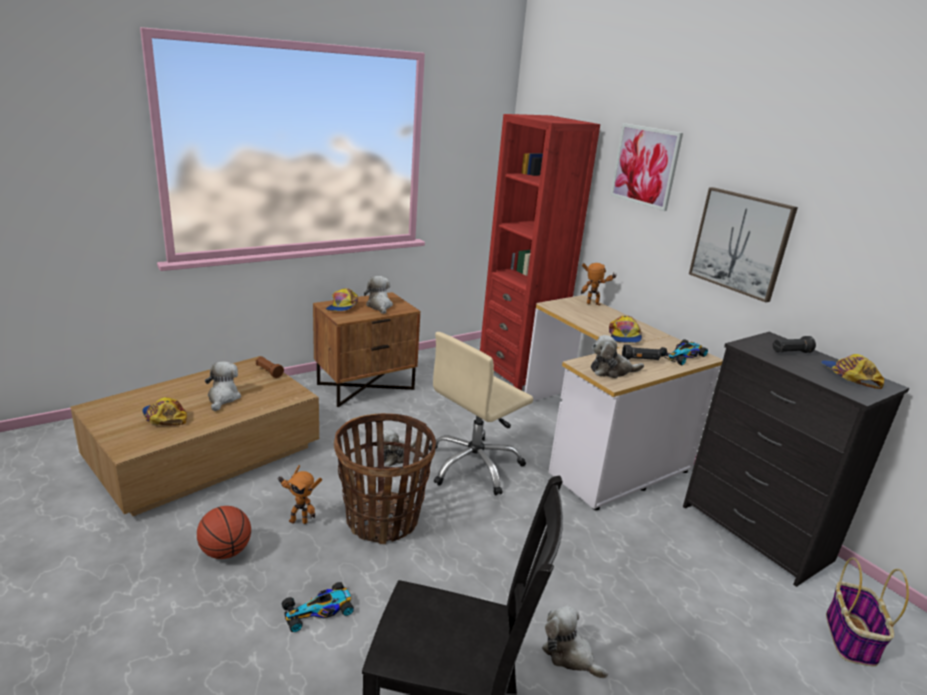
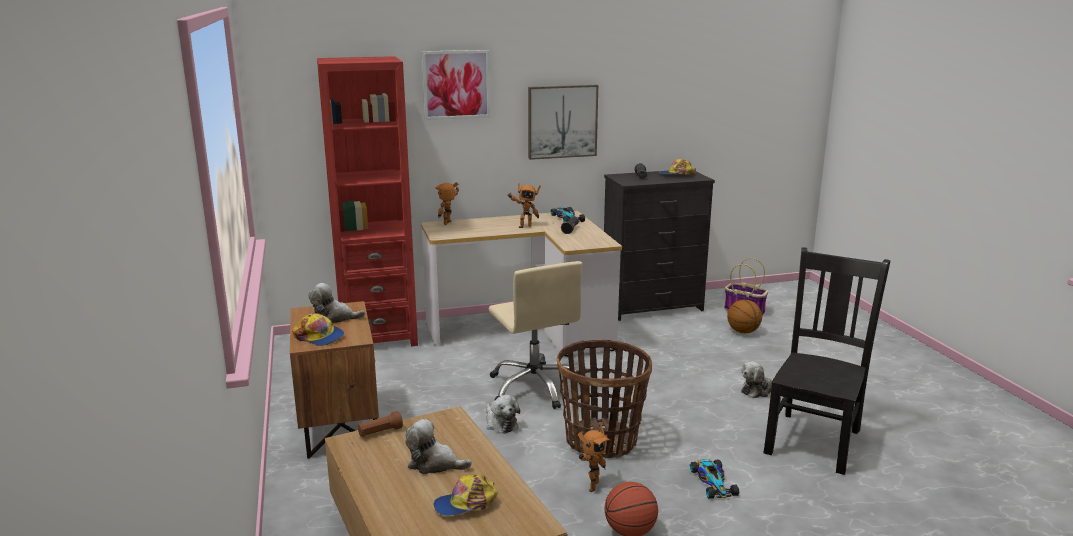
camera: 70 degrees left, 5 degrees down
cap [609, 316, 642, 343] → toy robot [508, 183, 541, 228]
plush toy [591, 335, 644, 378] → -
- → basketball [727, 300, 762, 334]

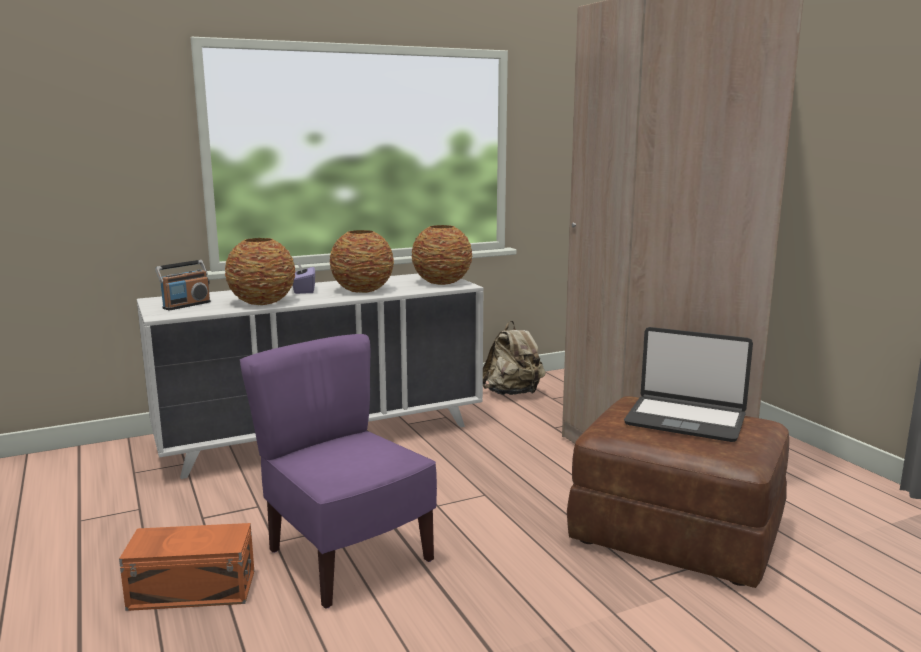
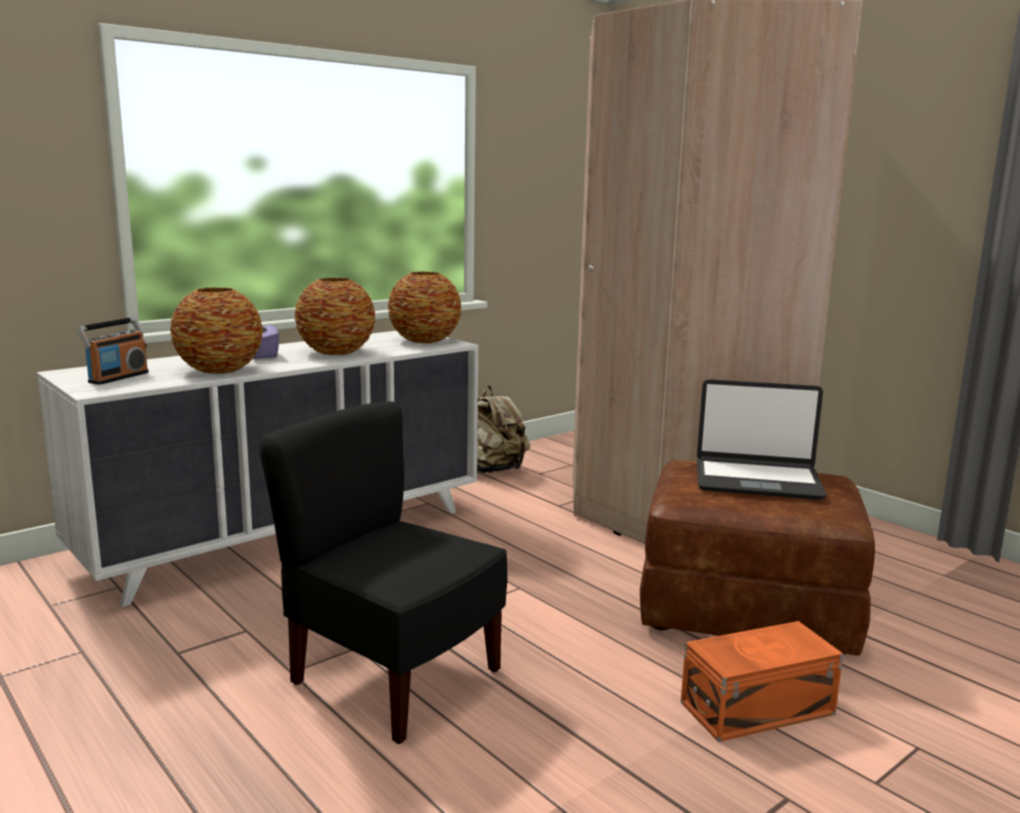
camera: 15 degrees left, 0 degrees up
chair/purple [240, 334, 437, 609] → chair/black [258, 401, 507, 744]
storage box/orange [119, 523, 254, 611] → storage box/orange [681, 621, 843, 742], shifted

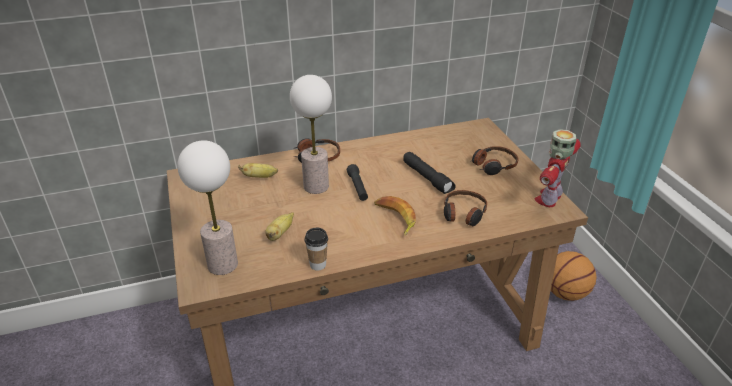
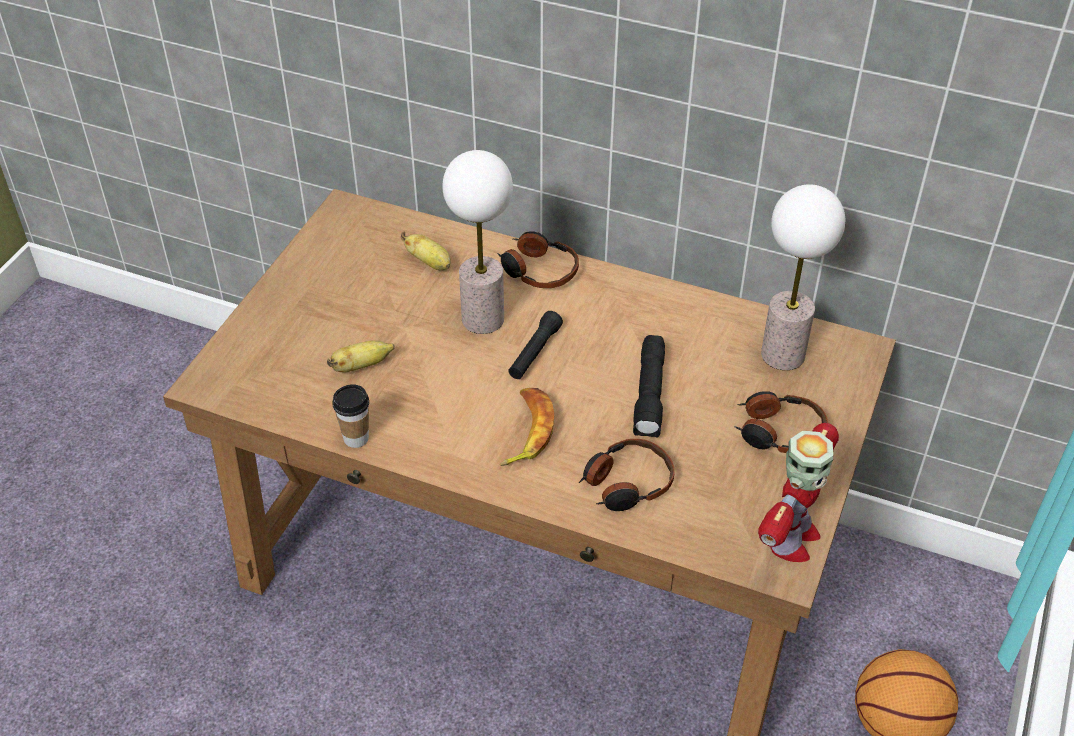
camera: 40 degrees right, 10 degrees up
toy robot [534, 129, 581, 207] → toy robot [758, 423, 839, 562], 135 degrees clockwise
table lamp [177, 140, 238, 275] → table lamp [761, 184, 845, 370], shifted

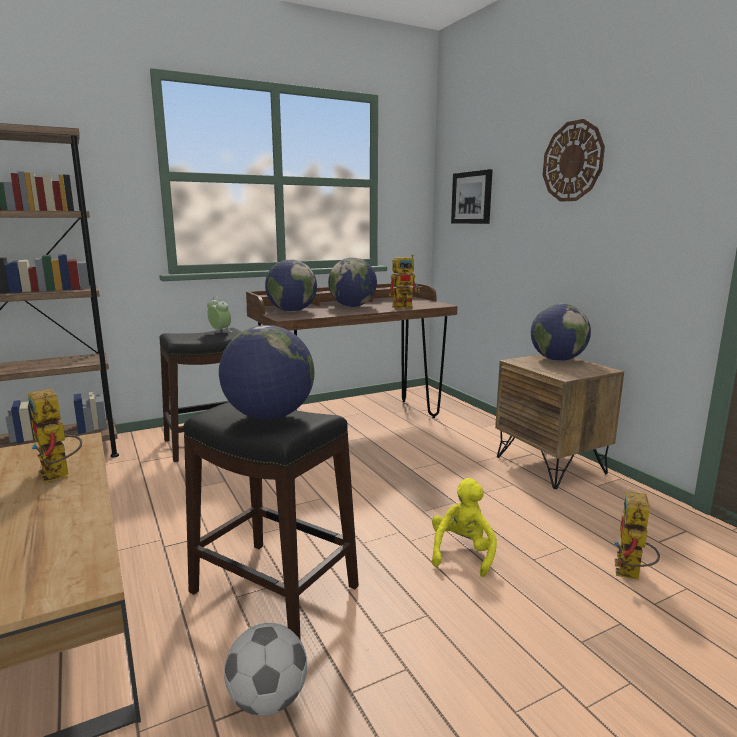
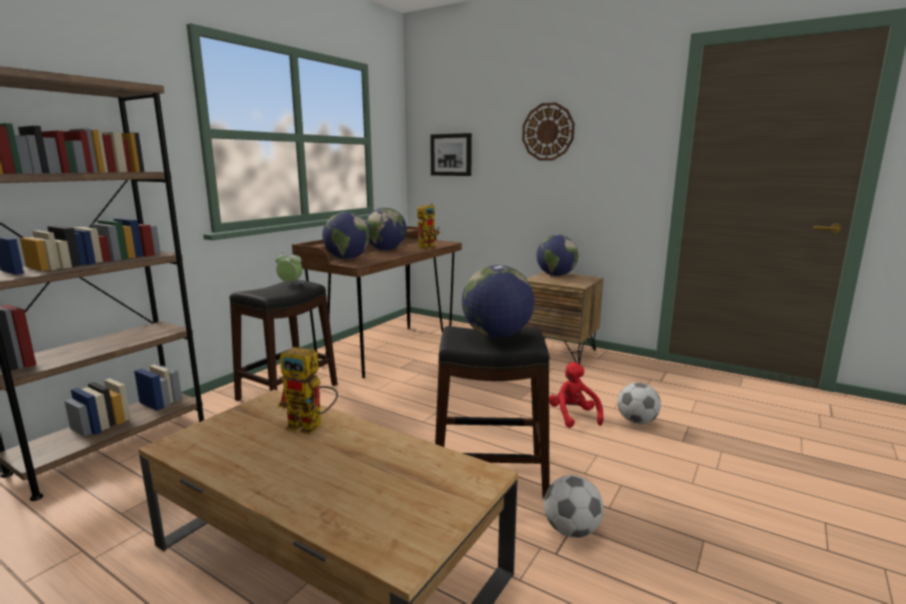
camera: 30 degrees left, 0 degrees up
plush toy/yellow [432, 478, 497, 577] → plush toy/red [549, 362, 603, 428]
toy robot [614, 491, 660, 580] → -
- → football [618, 383, 661, 424]

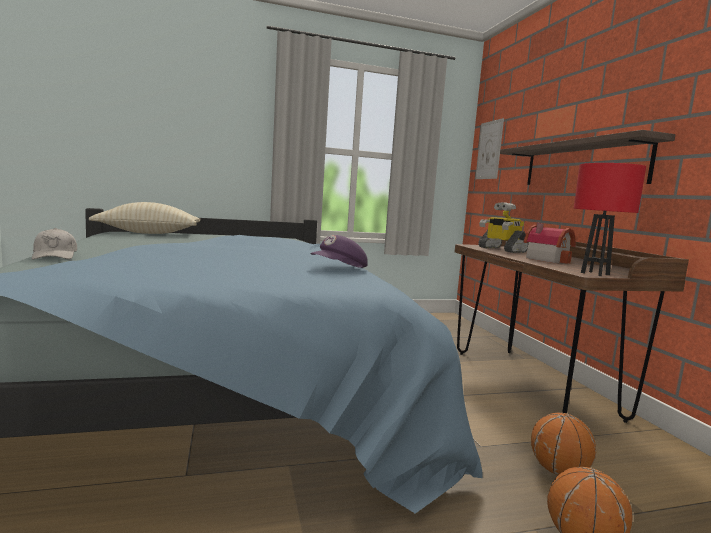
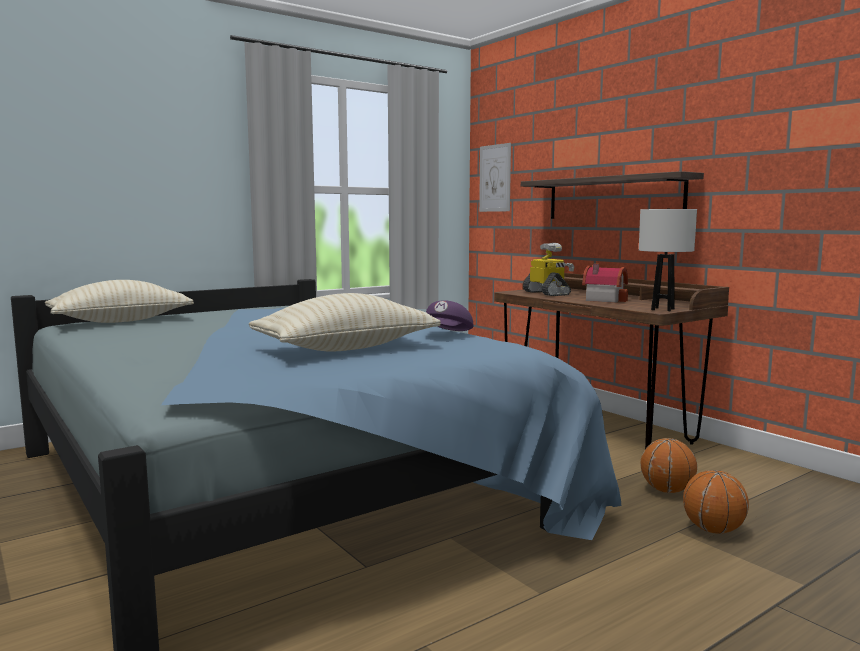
camera: 20 degrees left, 0 degrees up
table lamp/red [574, 163, 646, 276] → table lamp/white [639, 209, 697, 311]
toy robot [478, 202, 529, 253] → toy robot [523, 243, 575, 296], 150 degrees counterclockwise
cap/white [32, 228, 77, 260] → -
- → pillow/beige [249, 293, 441, 352]

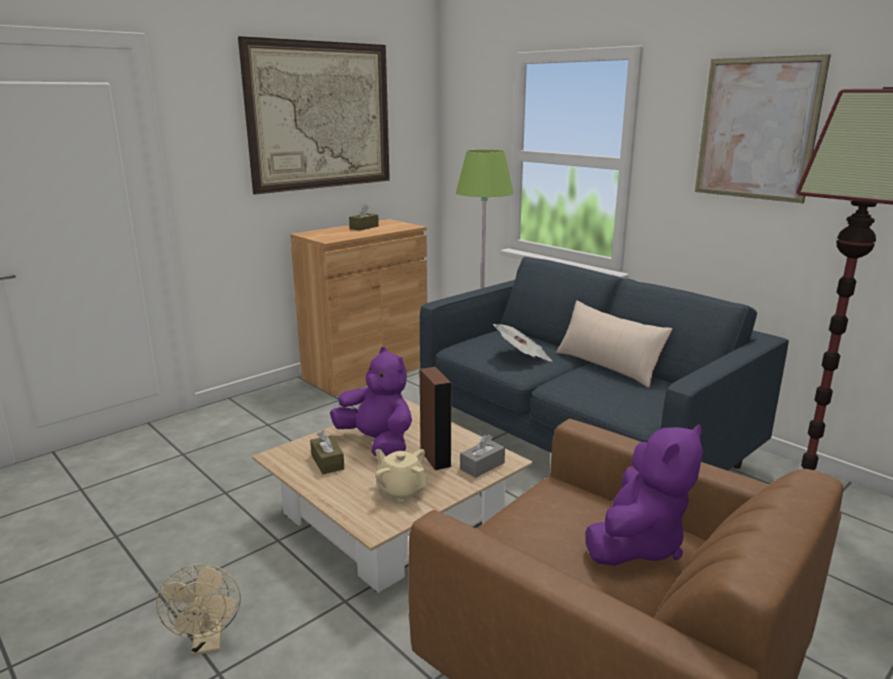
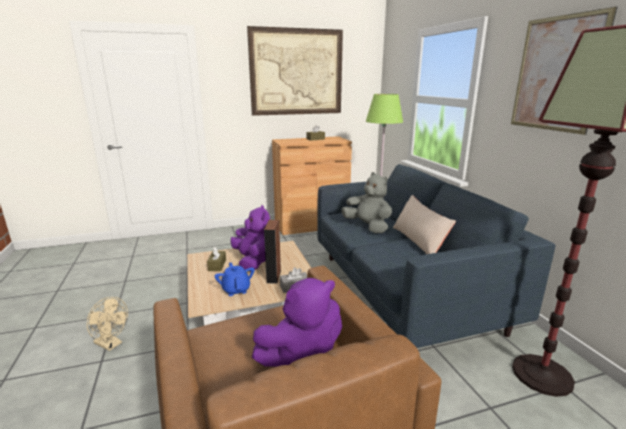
camera: 25 degrees right, 0 degrees up
newspaper [493, 324, 552, 361] → plush toy/grey [341, 172, 392, 233]
teapot/beige [375, 449, 427, 502] → teapot/blue [215, 262, 255, 296]
fan/beige [156, 564, 241, 656] → fan/beige [87, 297, 128, 351], 75 degrees counterclockwise

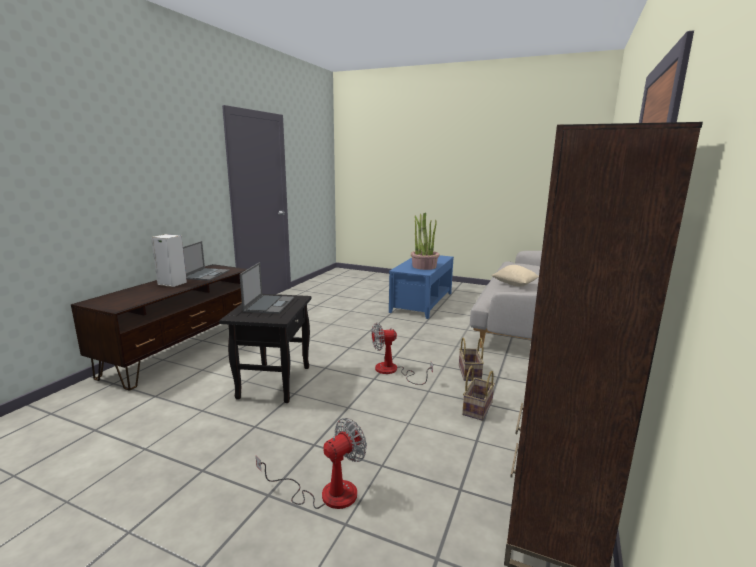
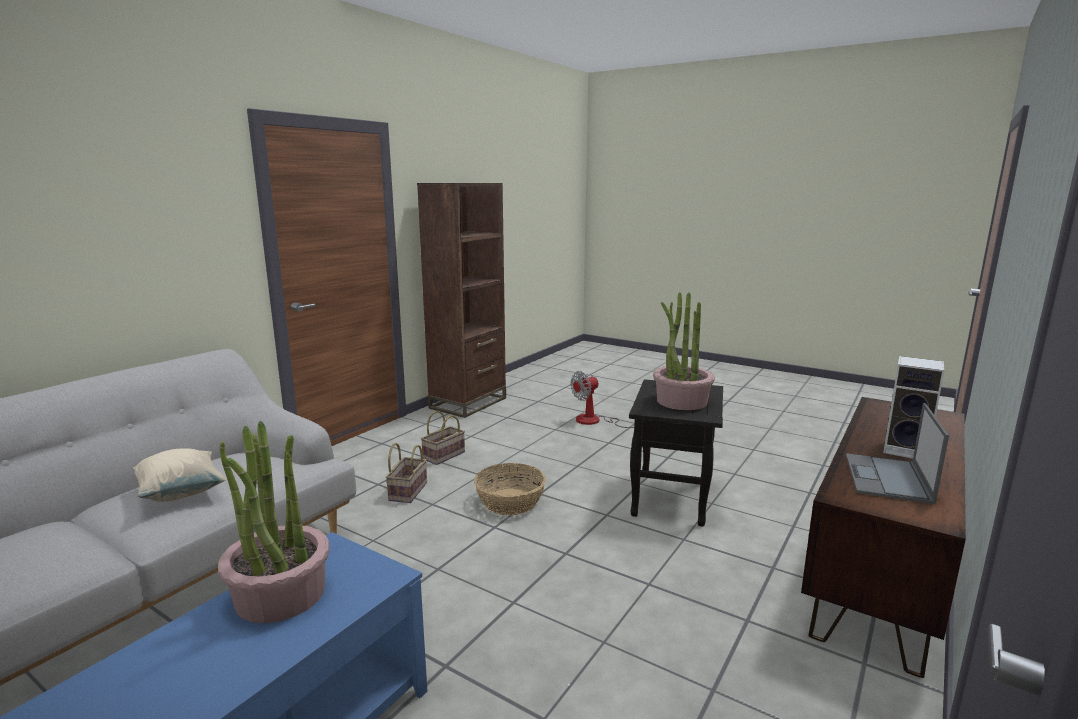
camera: 170 degrees left, 0 degrees up
laptop [240, 262, 294, 314] → potted plant [653, 292, 715, 410]
fan [372, 323, 433, 385] → basket [474, 463, 546, 515]

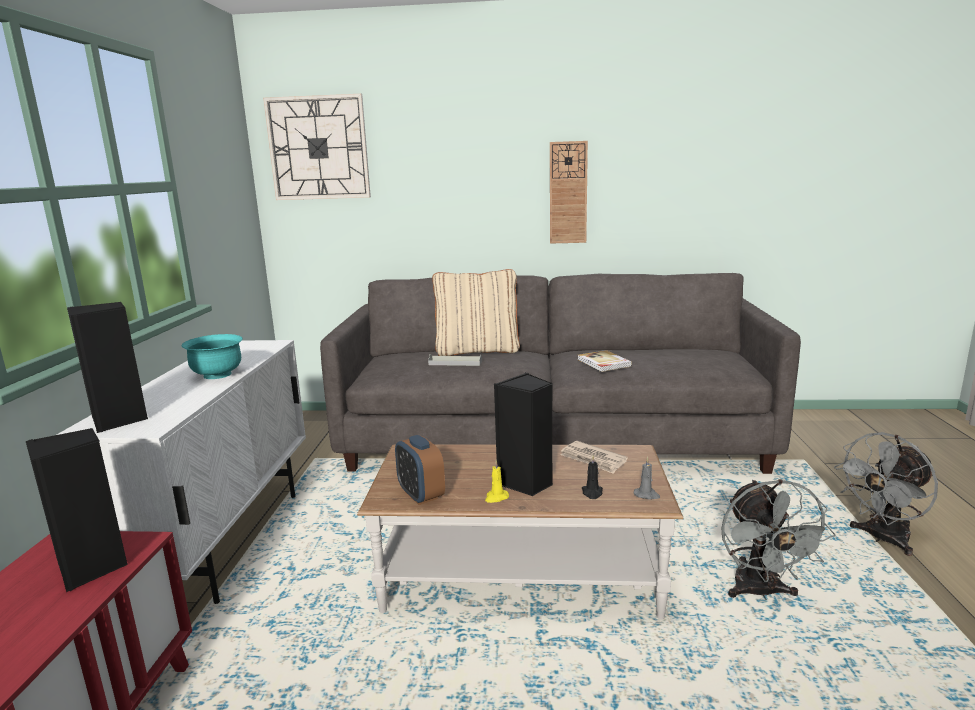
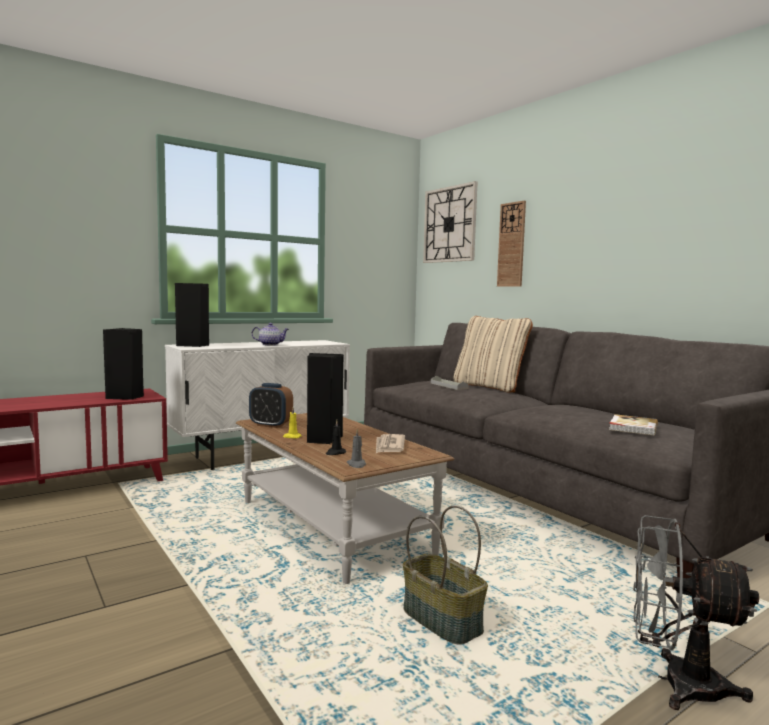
camera: 50 degrees right, 10 degrees down
wall clock [550, 141, 588, 244] → wall clock [497, 201, 526, 287], shifted
bowl/turquoise [182, 334, 243, 379] → teapot [252, 323, 289, 345]
book [578, 350, 632, 372] → book [609, 414, 658, 435], shifted
alarm clock [395, 435, 445, 505] → alarm clock [249, 383, 293, 428], 90 degrees counterclockwise
fan/grey [721, 479, 836, 600] → basket [403, 505, 488, 645]

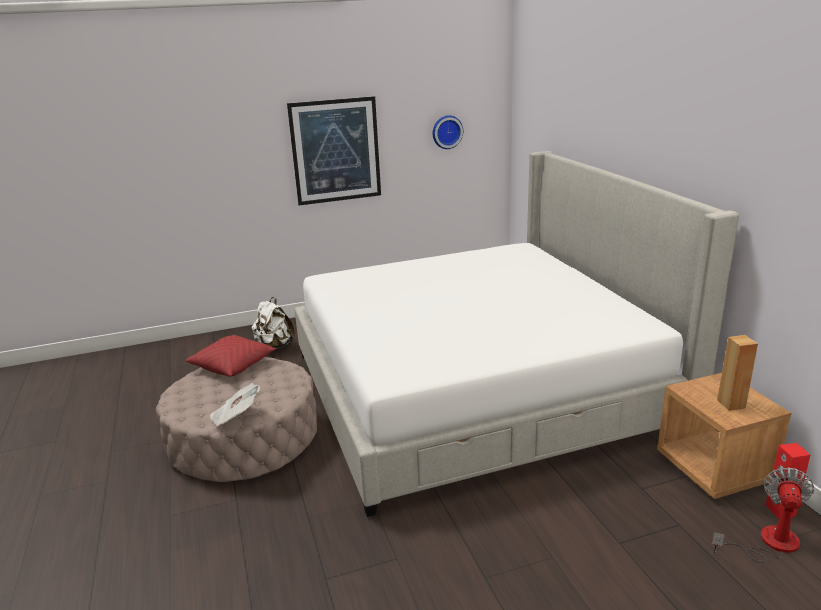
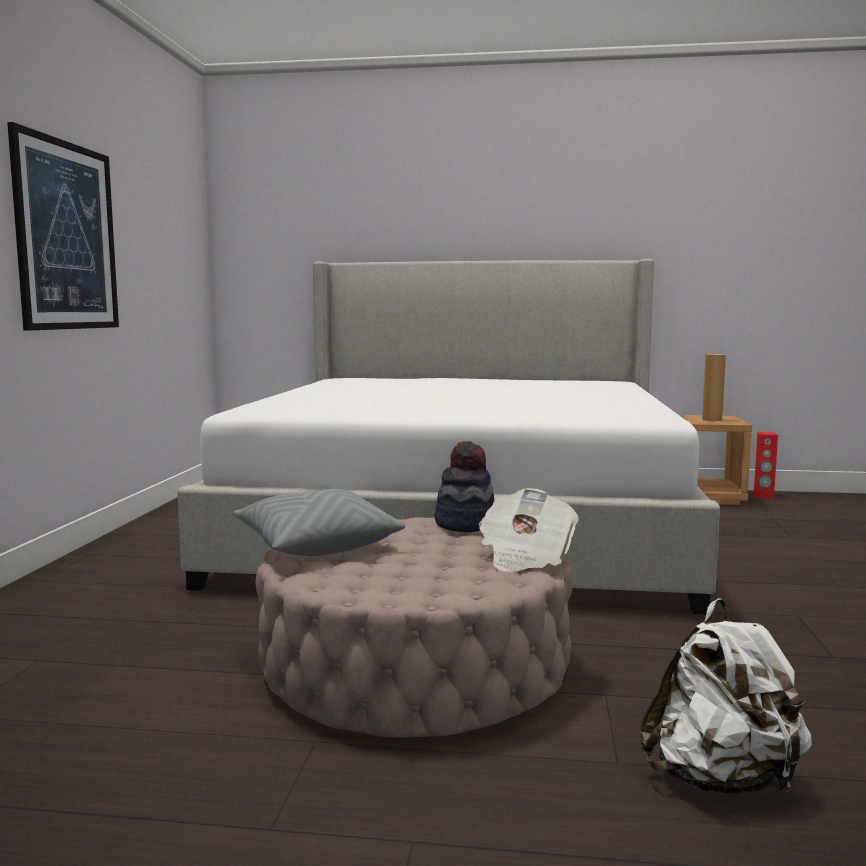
camera: 65 degrees left, 15 degrees down
wall clock [433, 115, 463, 149] → -
backpack/white [252, 297, 295, 349] → backpack/white [639, 598, 812, 795], shifted
pillow/red [185, 335, 277, 377] → pillow/grey [232, 489, 405, 556]
fan [712, 467, 814, 562] → -
- → hat [435, 441, 494, 532]

